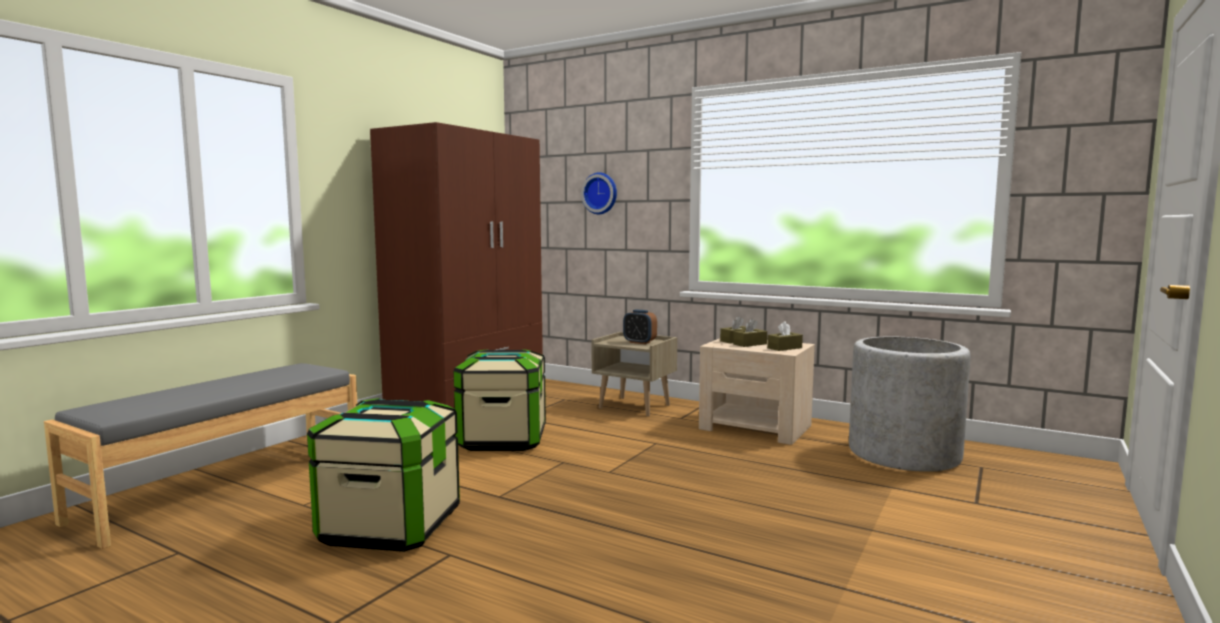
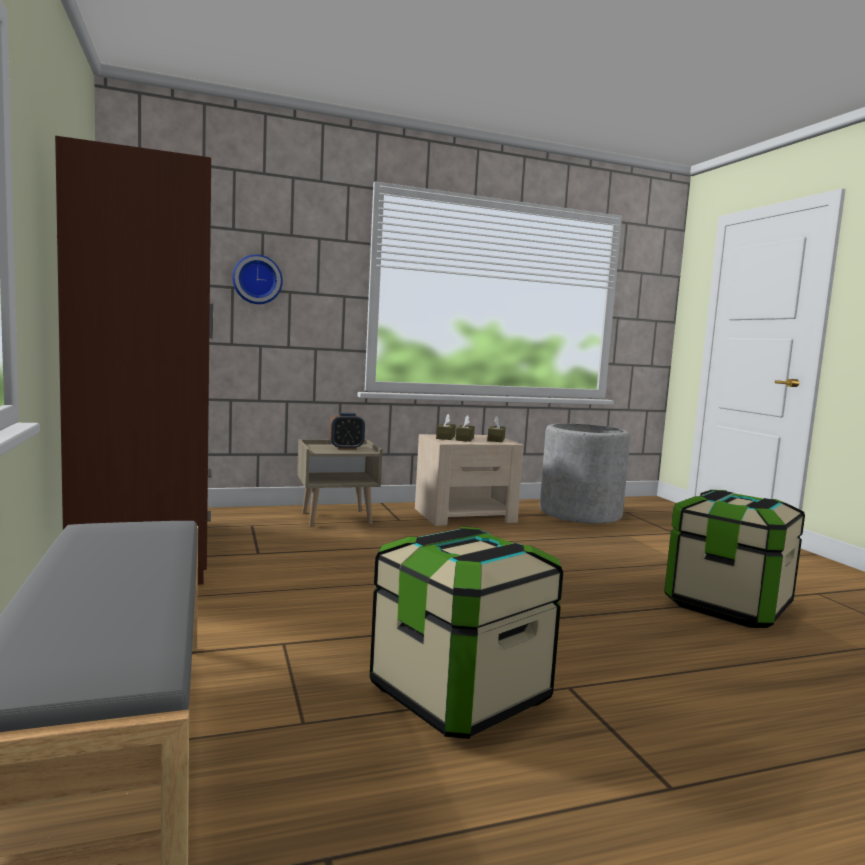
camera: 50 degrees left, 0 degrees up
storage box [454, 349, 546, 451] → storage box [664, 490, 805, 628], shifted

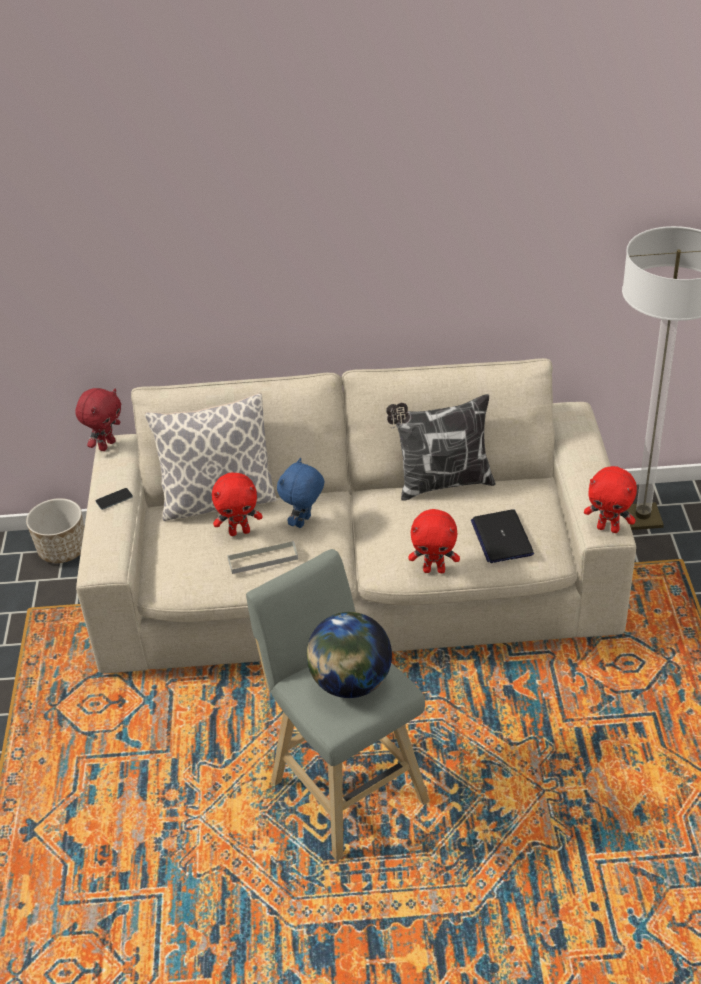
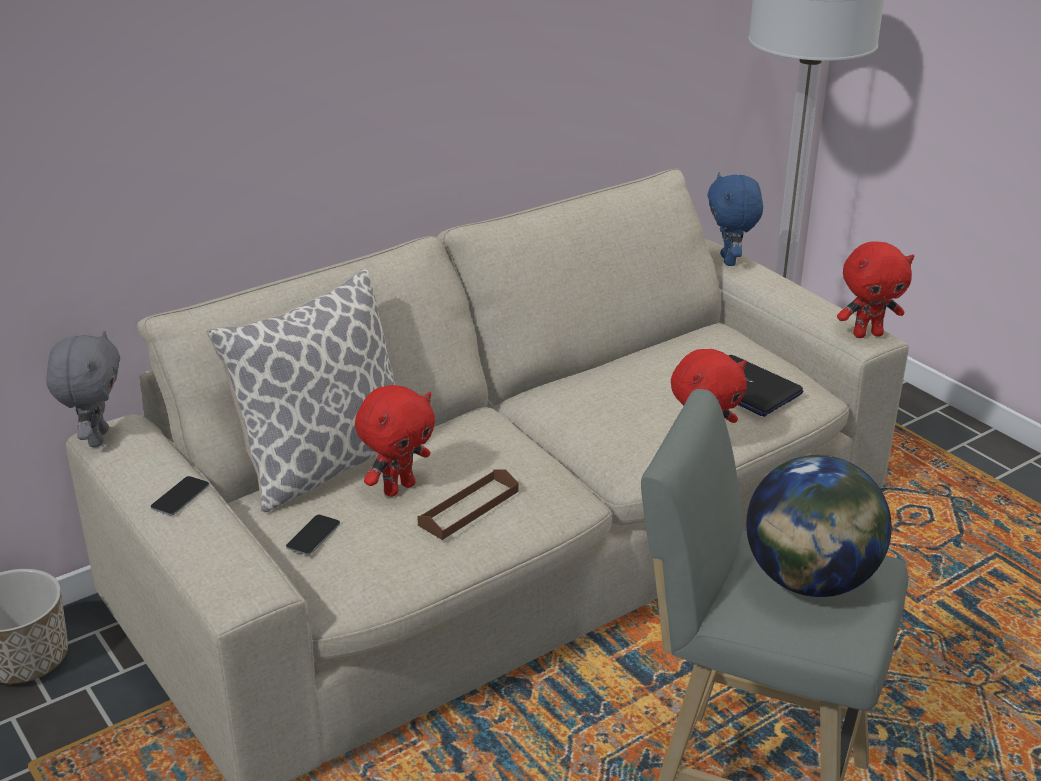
camera: 35 degrees left, 10 degrees down
plush toy/red [75, 388, 121, 451] → plush toy/grey [46, 330, 120, 447]
pillow [386, 394, 496, 501] → -
plush toy/blue [277, 458, 324, 528] → plush toy/blue [707, 173, 763, 266], shifted
tray/grey [227, 541, 298, 574] → tray/brown [417, 470, 518, 540]
- → phone [286, 515, 340, 555]

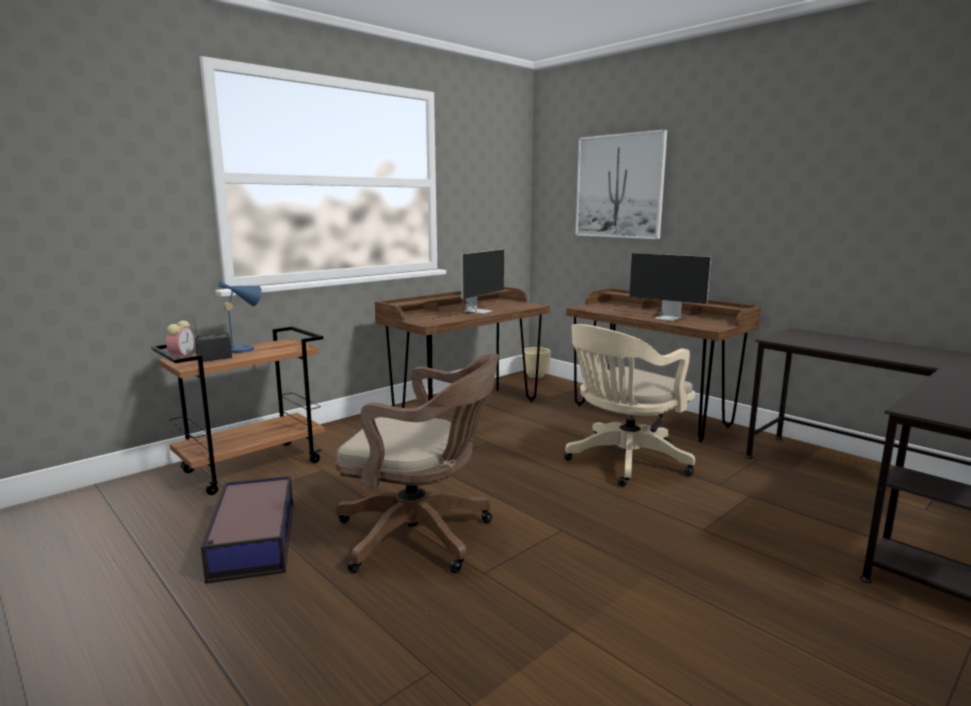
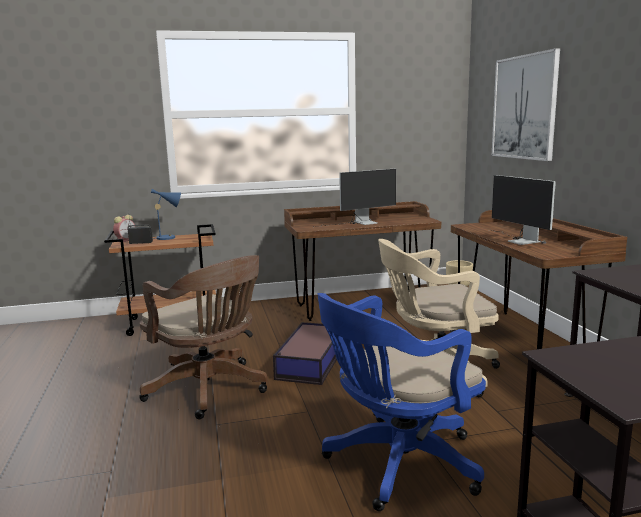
camera: 30 degrees right, 0 degrees up
storage box [201, 476, 293, 584] → storage box [273, 322, 337, 385], shifted
- → office chair/blue [317, 293, 486, 511]

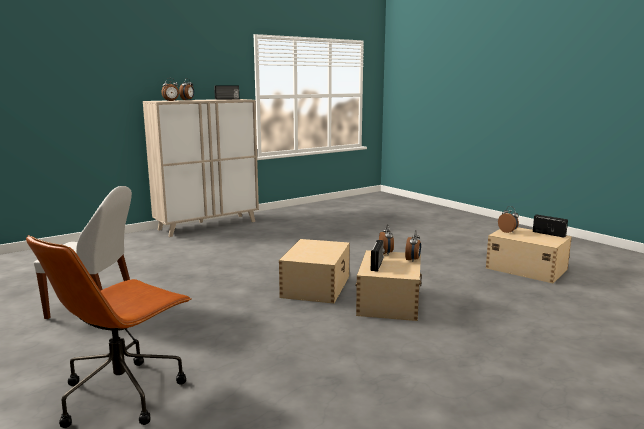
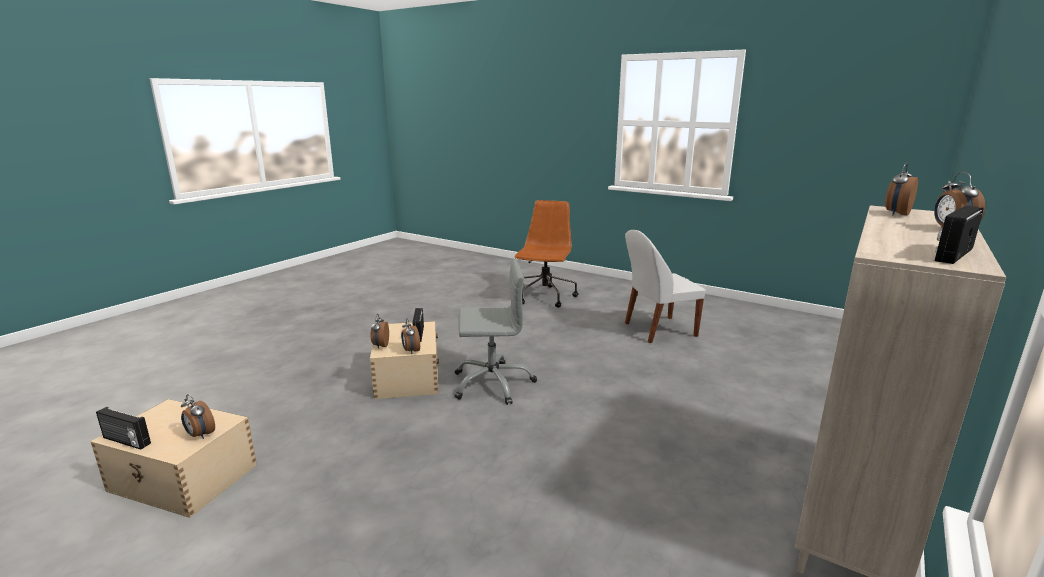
camera: 160 degrees right, 5 degrees up
storage box/beige [279, 239, 350, 304] → office chair/grey [454, 259, 537, 405]

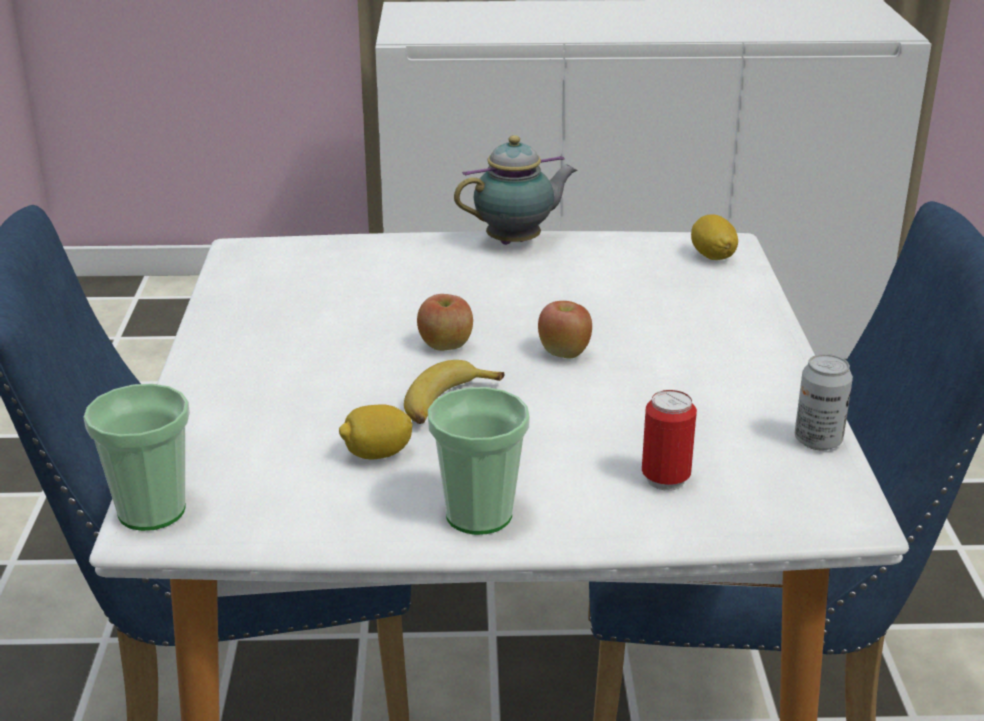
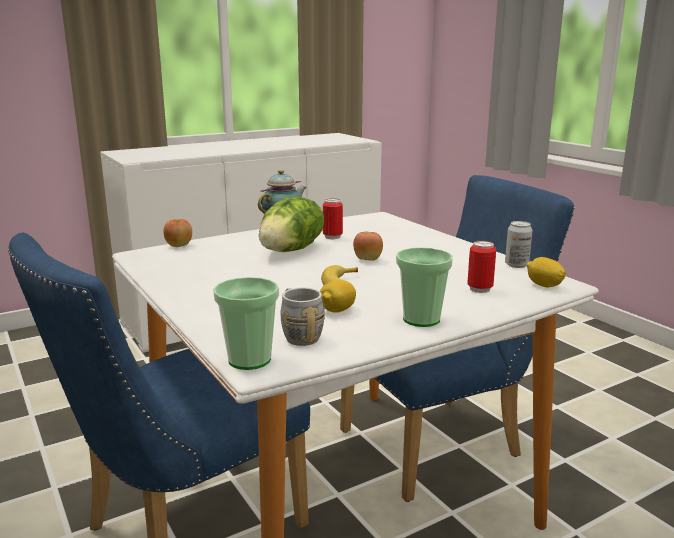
camera: 30 degrees left, 10 degrees down
lemon [691, 214, 738, 260] → lemon [526, 257, 566, 287], shifted
apple [417, 294, 473, 351] → apple [163, 219, 192, 247], shifted
- → lettuce [259, 197, 324, 252]
- → can [323, 198, 343, 239]
- → mug/grey [280, 288, 325, 346]

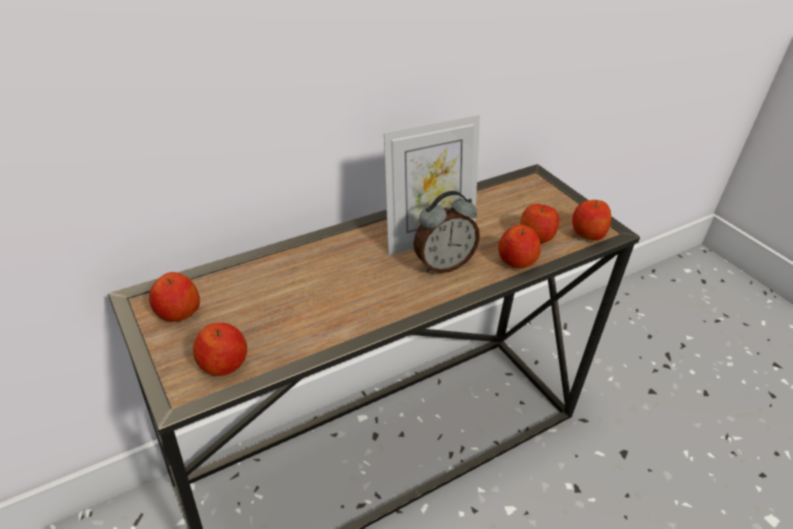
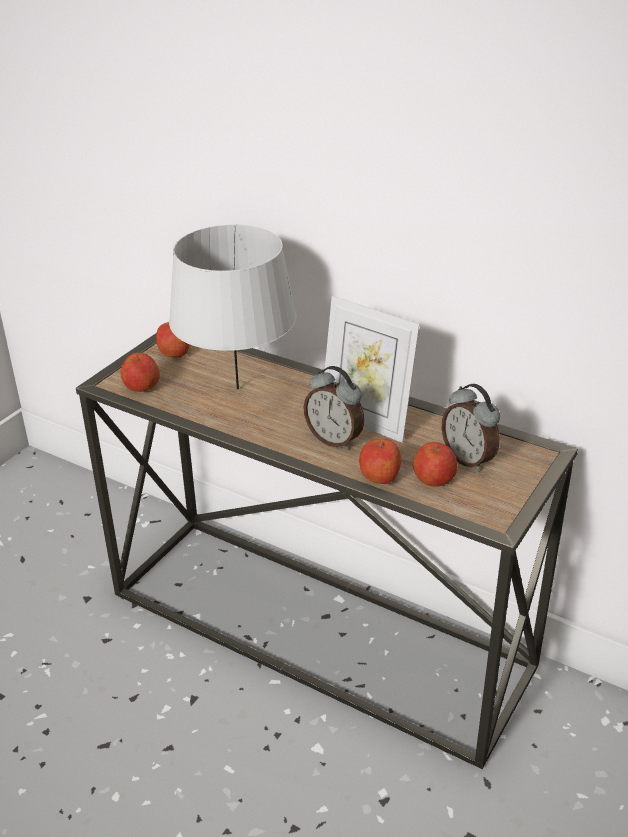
camera: 65 degrees right, 5 degrees down
apple [572, 200, 611, 240] → -
- → table lamp/grey [169, 225, 296, 389]
- → alarm clock [442, 384, 500, 471]

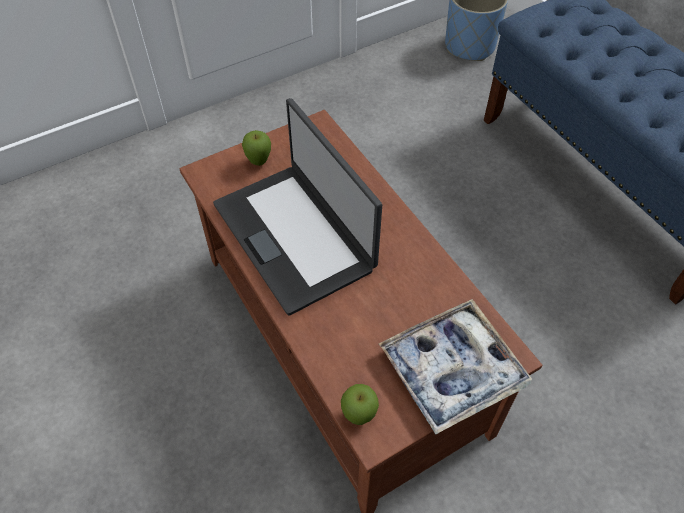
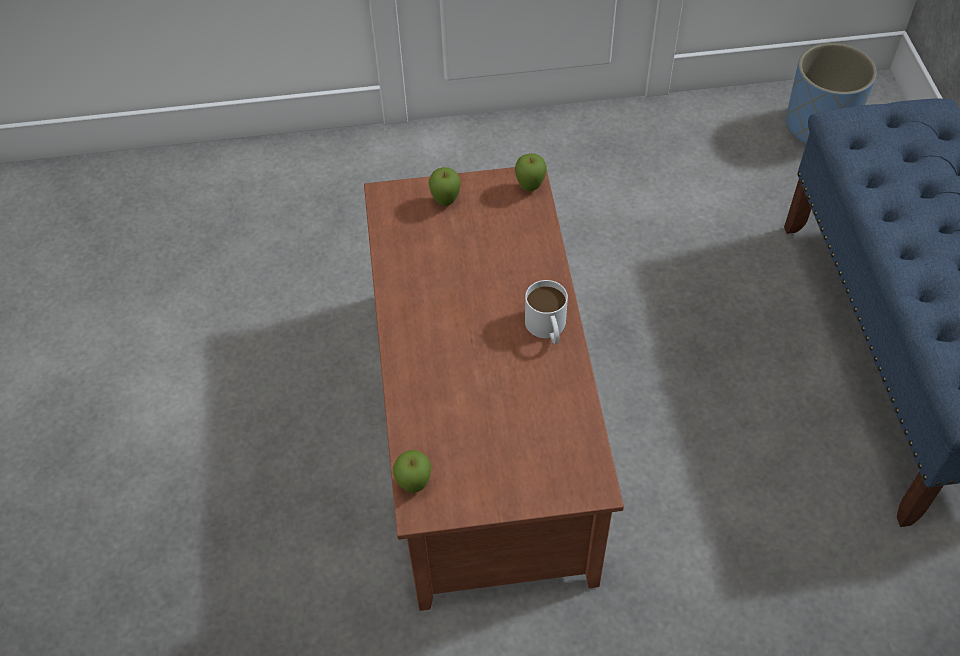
camera: 25 degrees right, 0 degrees up
laptop [213, 98, 382, 315] → -
tray [379, 299, 532, 434] → -
- → apple [515, 153, 547, 191]
- → mug/white [525, 280, 568, 344]

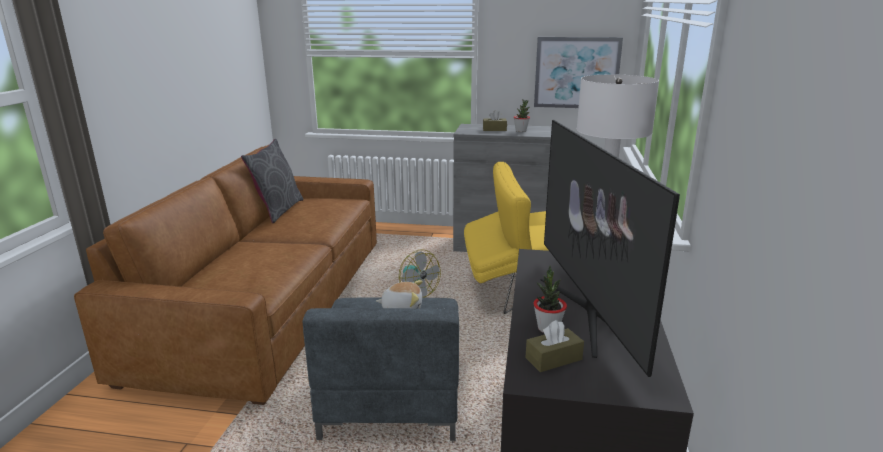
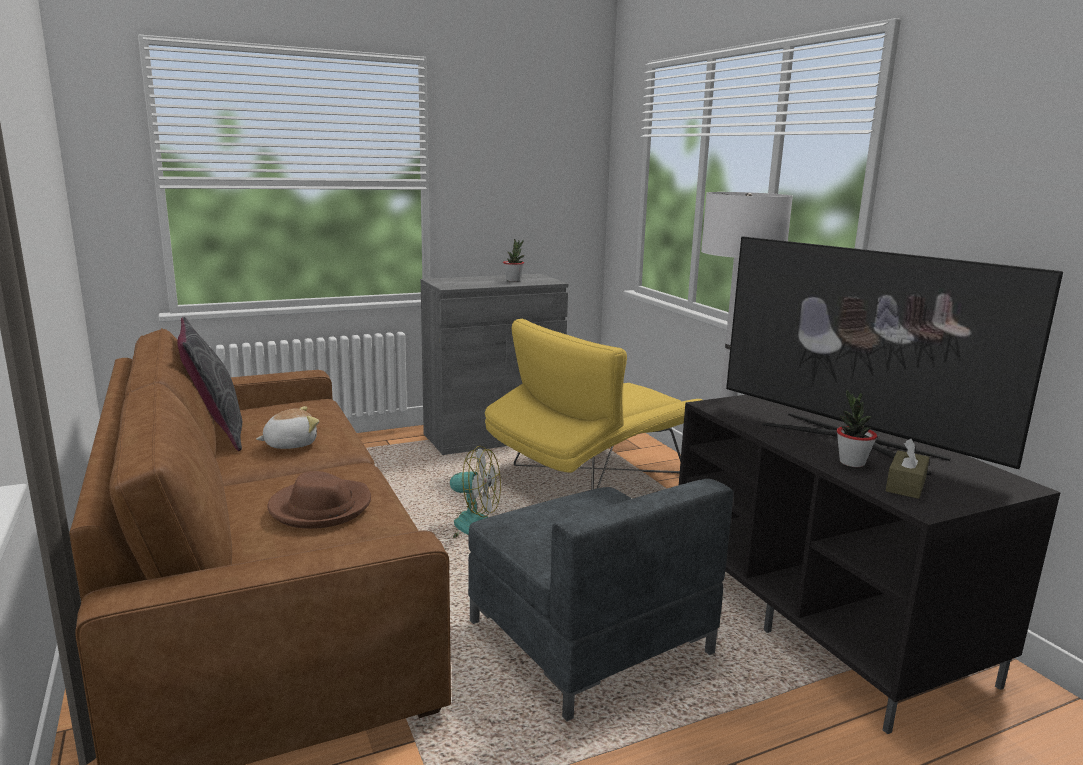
camera: 35 degrees left, 5 degrees down
picture [534, 37, 623, 108] → -
tissue box/brown [483, 110, 507, 131] → -
plush toy [376, 280, 423, 308] → plush toy [256, 406, 319, 449], shifted
- → hat/brown [267, 471, 371, 529]

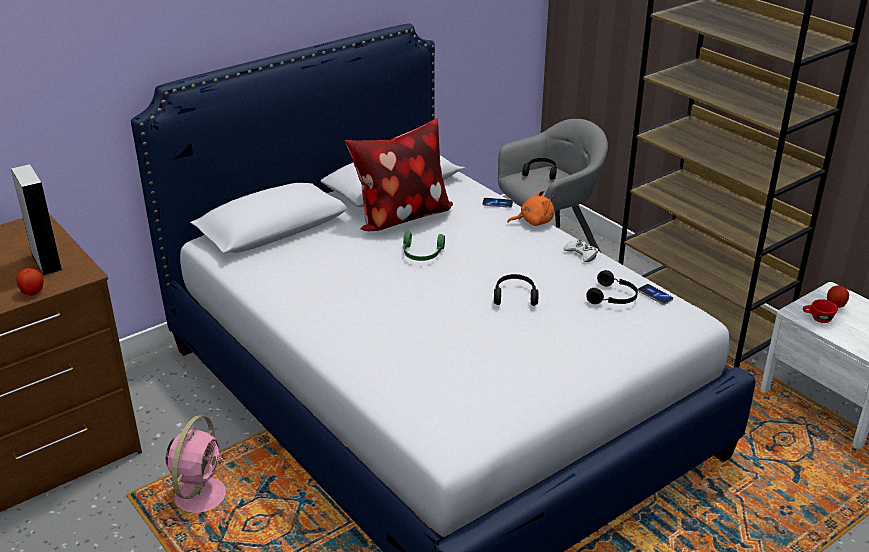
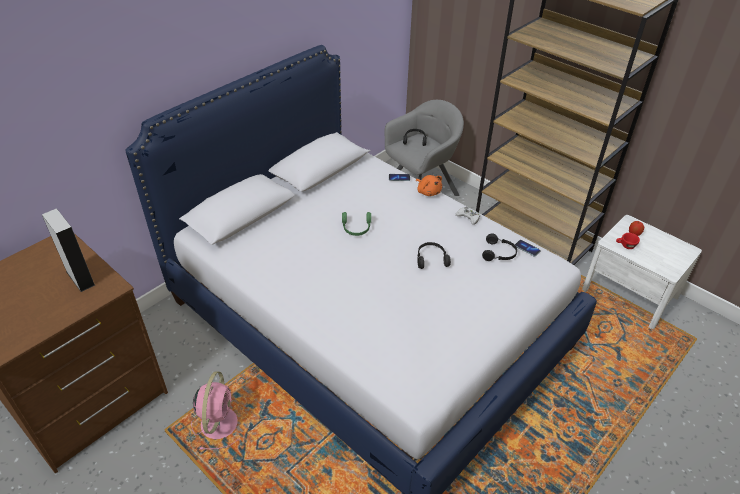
camera: 10 degrees left, 10 degrees up
pillow [345, 118, 453, 231] → -
plush toy/orange [507, 190, 554, 226] → plush toy/orange [416, 175, 442, 196], 75 degrees clockwise
apple [16, 268, 44, 296] → -

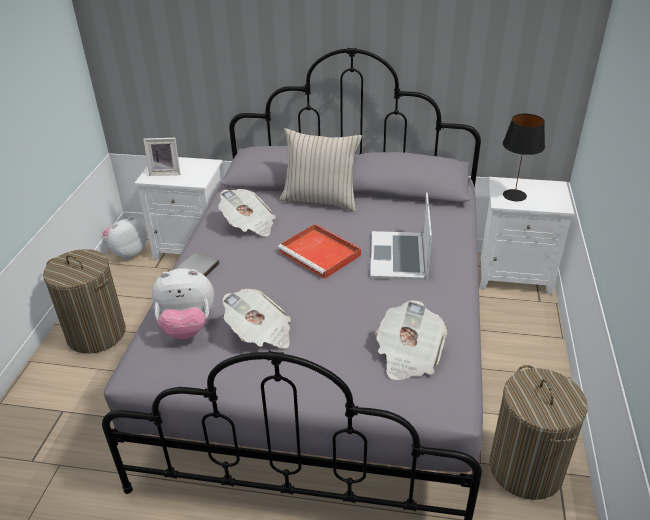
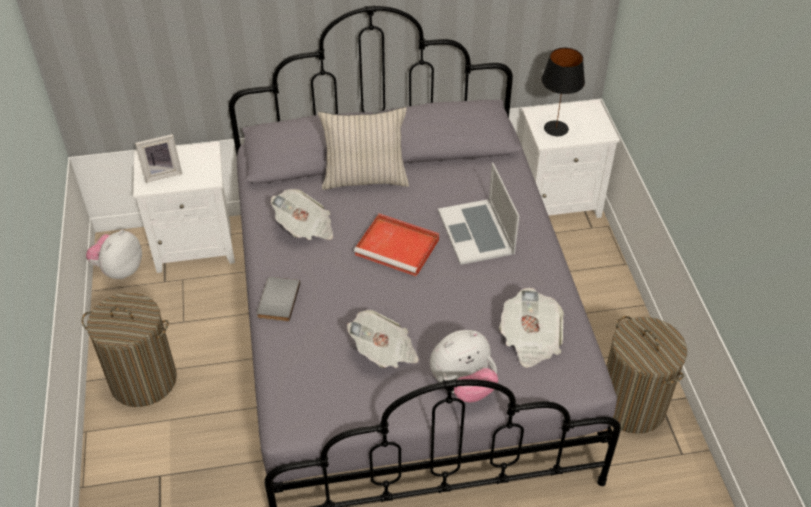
camera: 20 degrees left, 10 degrees up
plush toy [152, 268, 214, 339] → plush toy [430, 330, 498, 402], shifted

